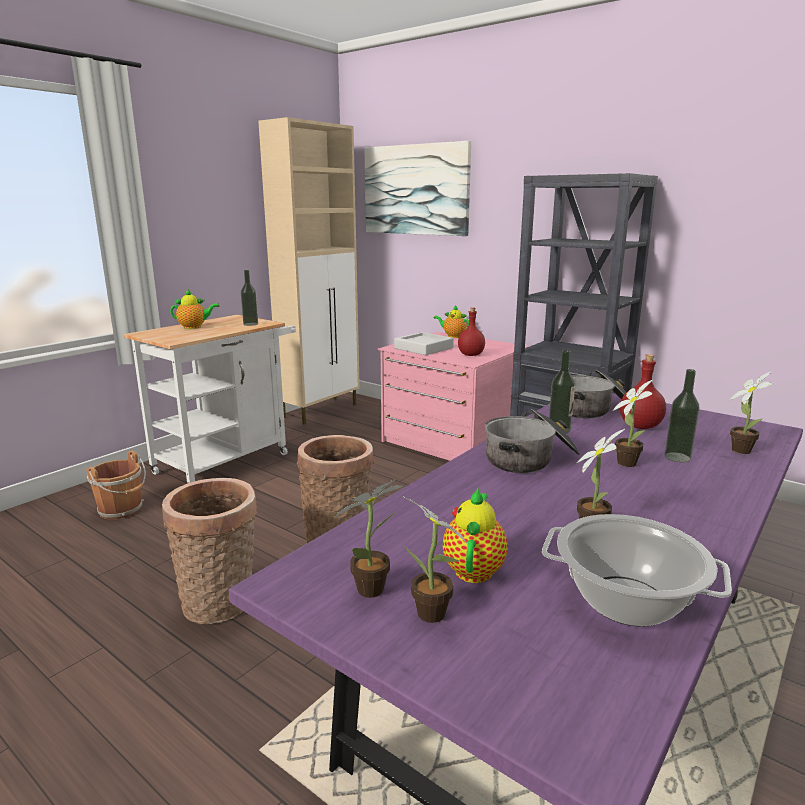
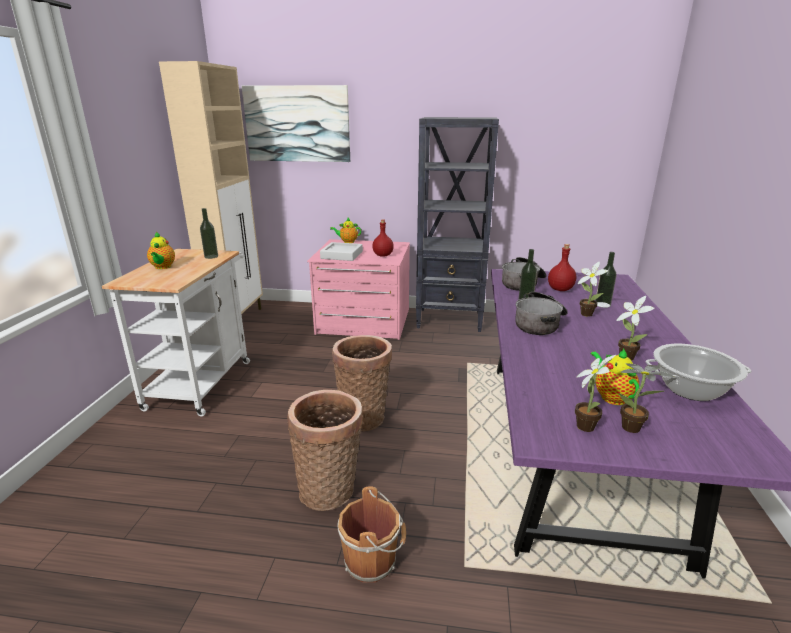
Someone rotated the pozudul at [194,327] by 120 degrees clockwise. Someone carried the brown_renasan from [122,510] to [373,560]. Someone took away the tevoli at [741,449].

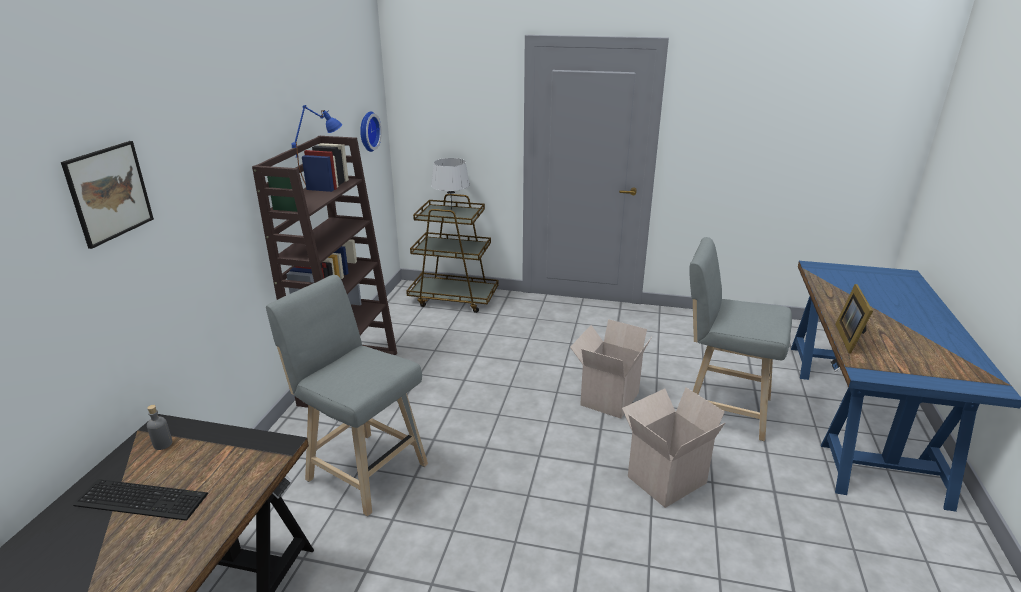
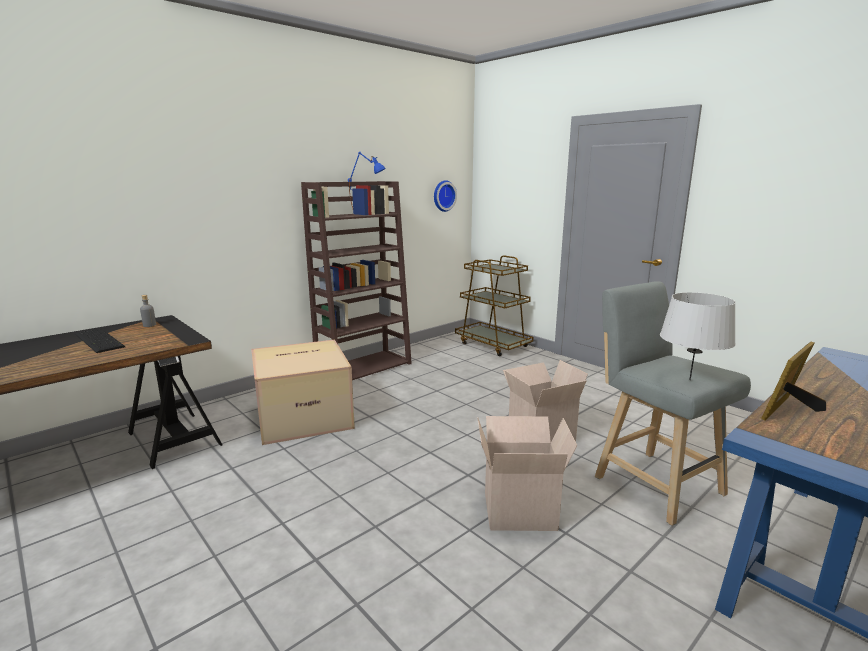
Someone swapped the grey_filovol at [362,469] for the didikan at [305,416]. Someone carried the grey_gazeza from [451,209] to [690,380]. Someone took away the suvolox at [109,193].

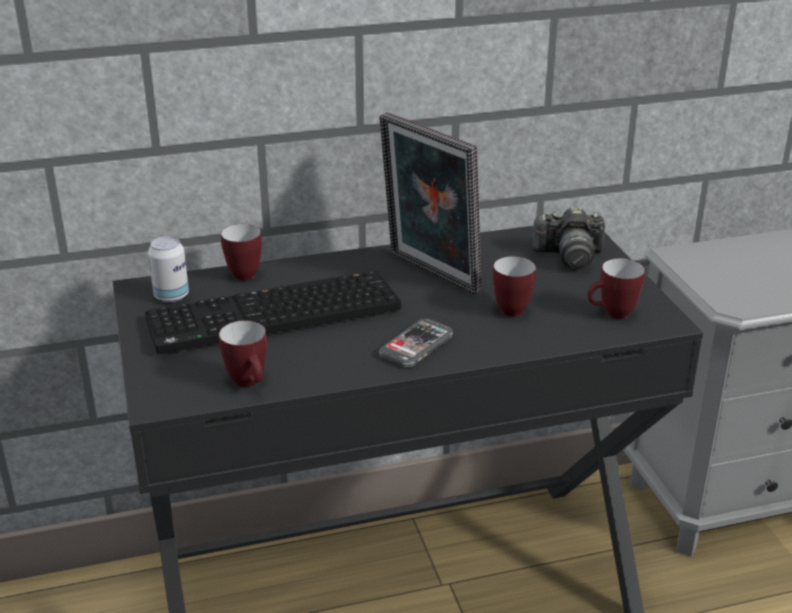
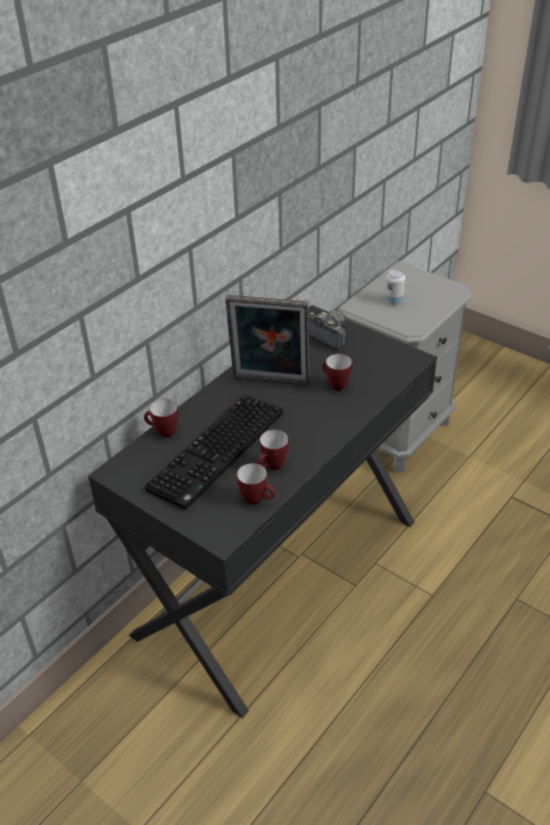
Someone carried the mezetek from [612,314] to [272,467]. Someone rotated the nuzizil at [569,256] by 105 degrees counterclockwise. Someone carried the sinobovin from [171,296] to [394,300]. Someone took away the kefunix at [416,345].

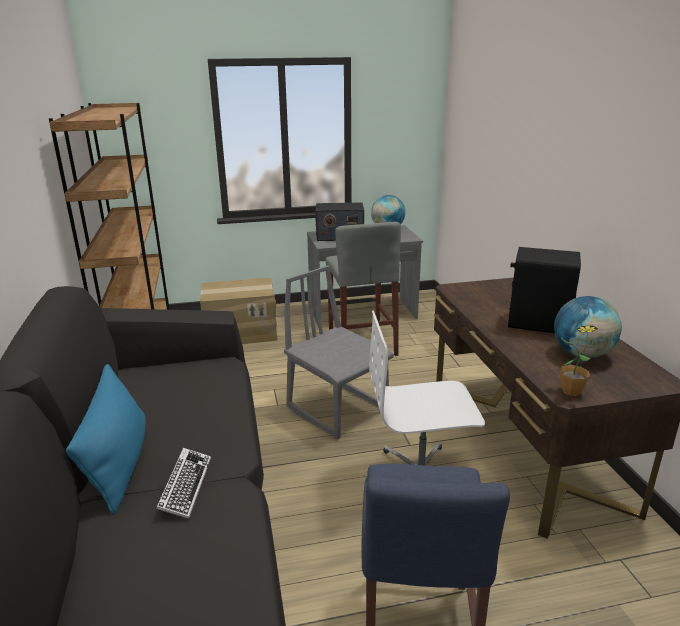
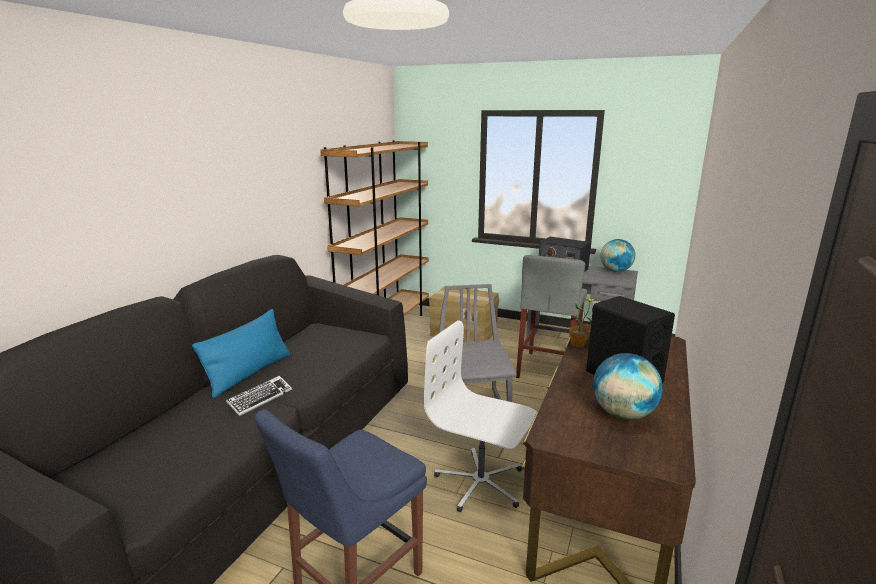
Someone carried the tevoli from [571,391] to [578,345].

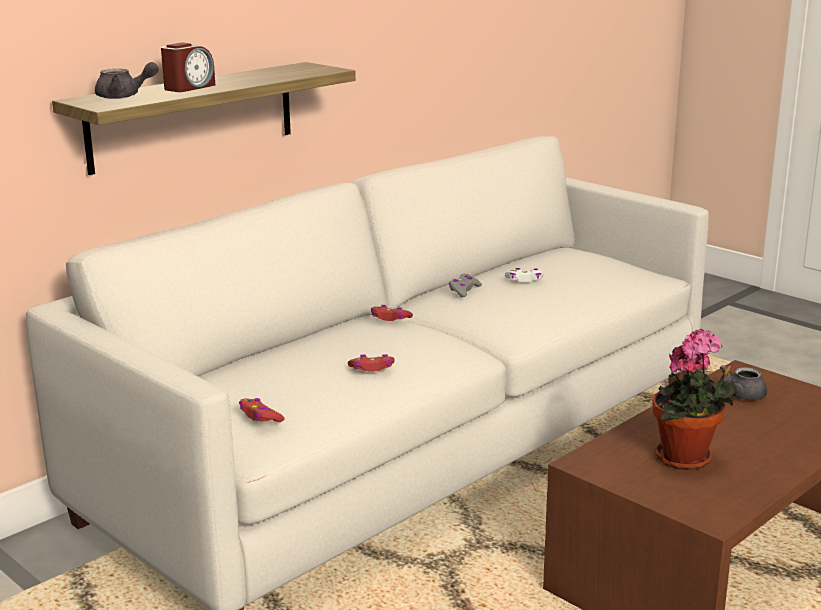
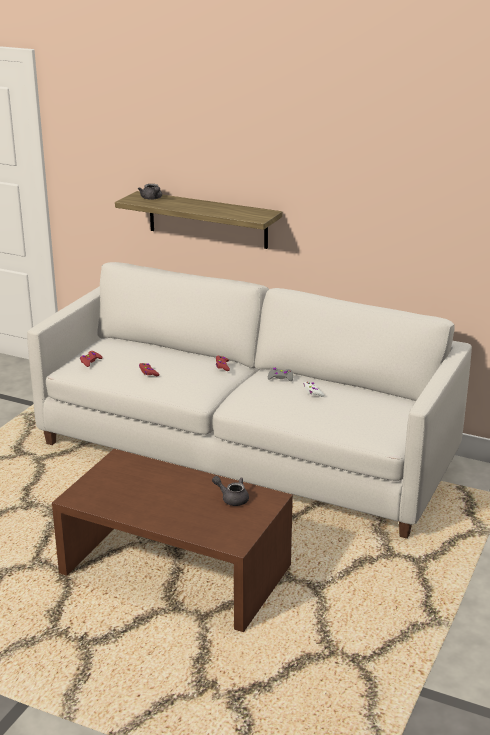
Someone took away the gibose at [189,87]. Someone took away the tevoli at [687,460].

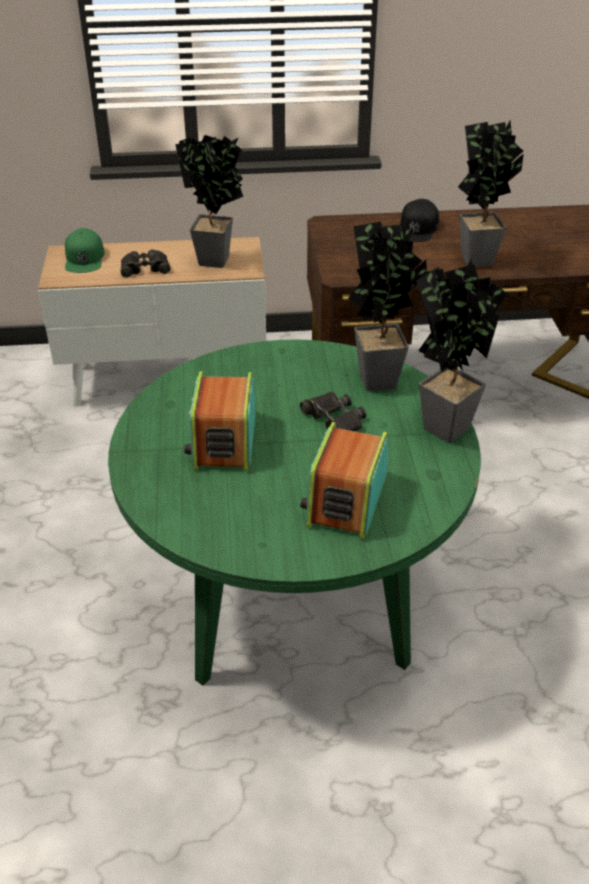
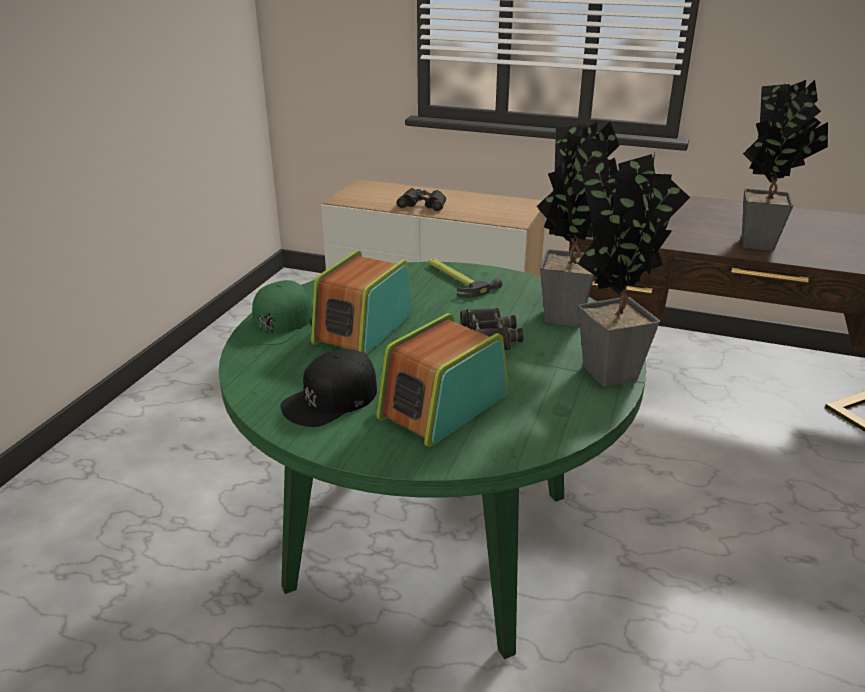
Someone carried the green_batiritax from [84,258] to [278,324]. Someone carried the black_batiritax from [417,228] to [331,399]. Someone put down the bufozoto at [456,279]. Someone took away the tevoli at [218,263].

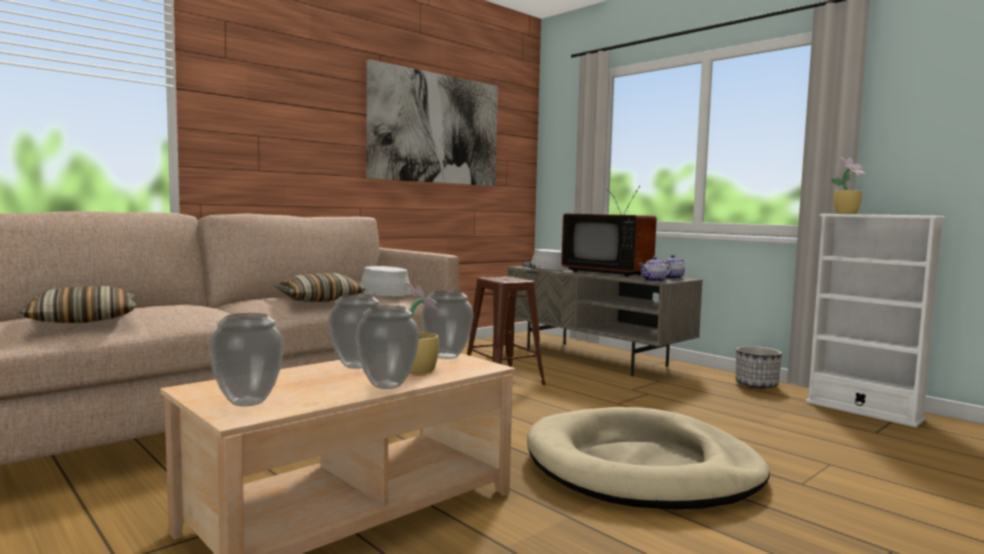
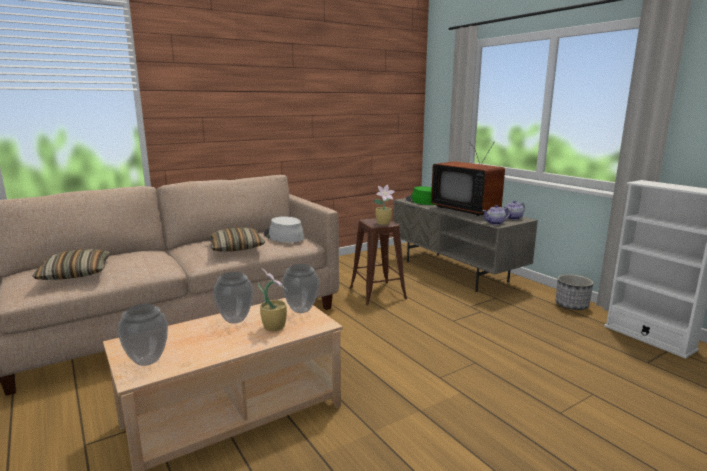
Someone carried the tevoli from [847,213] to [384,223]. Someone repainted the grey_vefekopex at [546,267], which became the green_vefekopex at [422,201]. Someone took away the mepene at [388,385]. Someone took away the suvolox at [435,129]. Someone took away the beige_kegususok at [642,467].

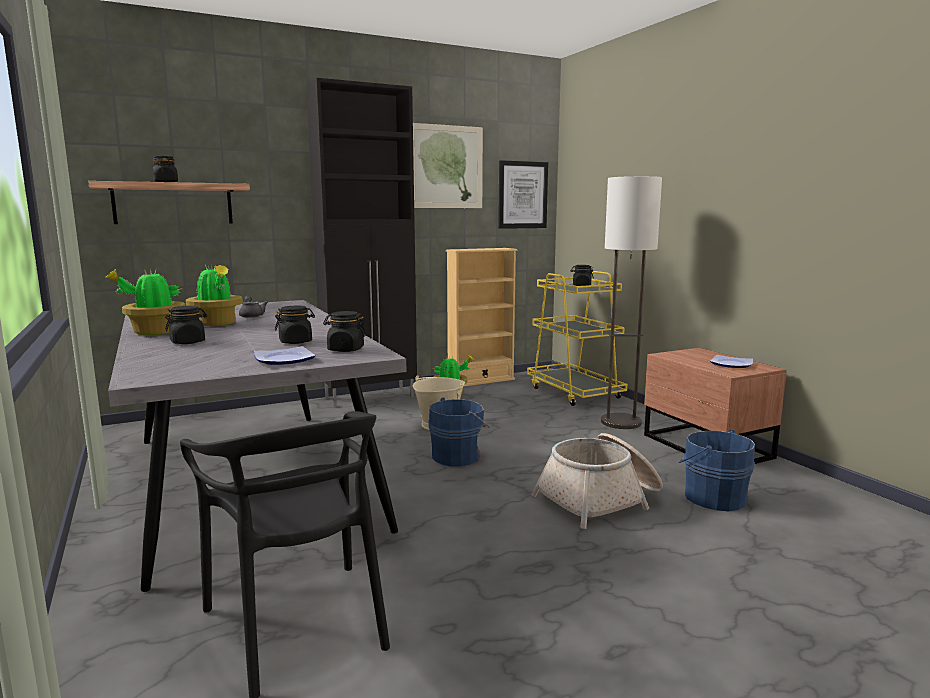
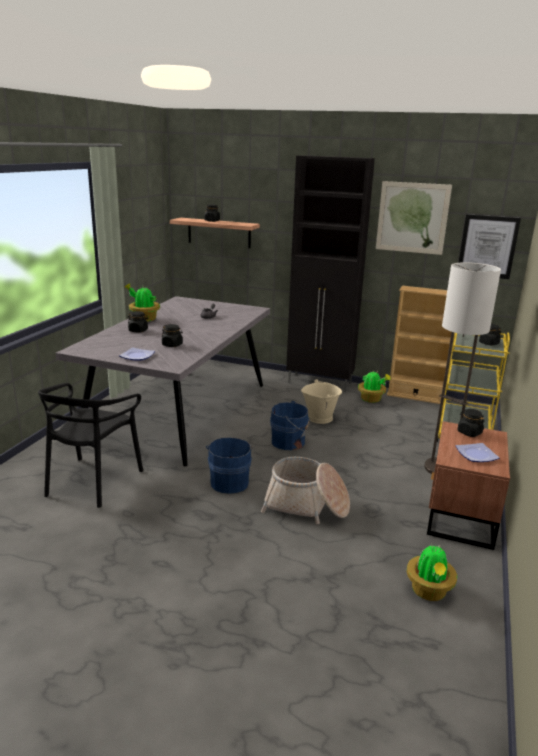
Someone carried the blue_renasan from [712,497] to [229,481]. Someone carried the tevoli from [217,324] to [429,591]. Someone carried the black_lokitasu from [345,349] to [469,432].

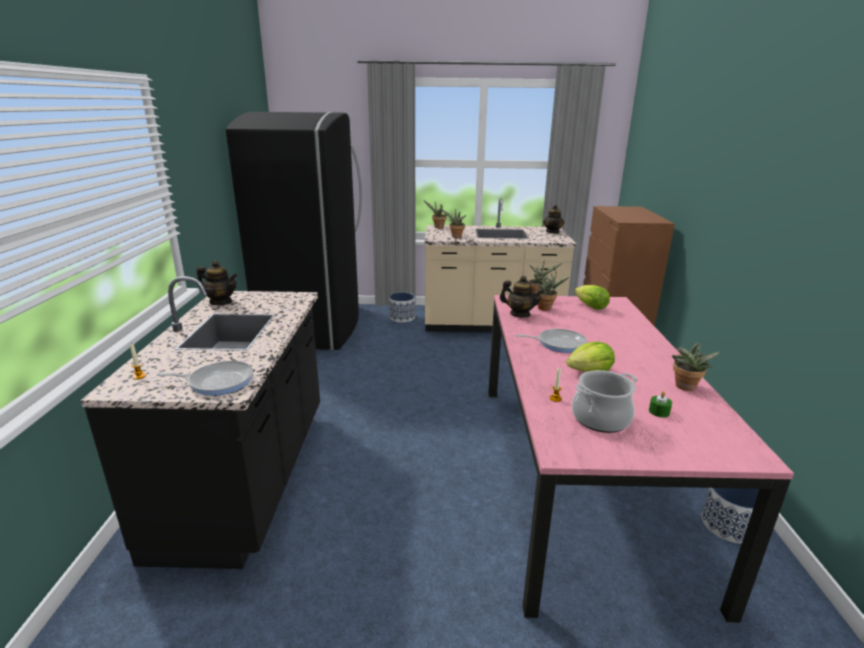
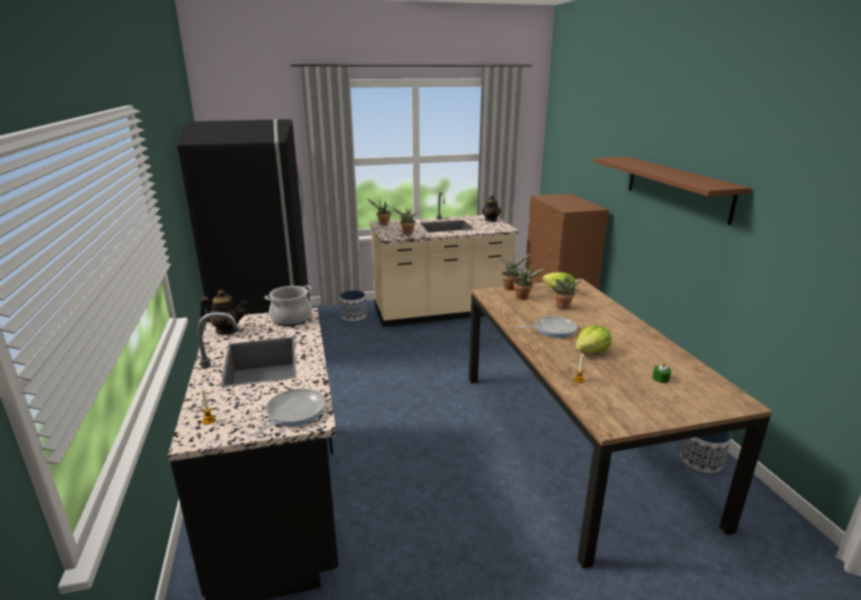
Someone rotated the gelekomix at [217,382] by 45 degrees counterclockwise. Someone carried the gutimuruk from [600,418] to [291,318]. Someone repainted the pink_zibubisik at [577,474], which became the brown_zibubisik at [574,440]. Someone carried the tevoli from [685,388] to [563,307]. Someone put up the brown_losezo at [677,187]. Someone took away the pozudul at [520,314].

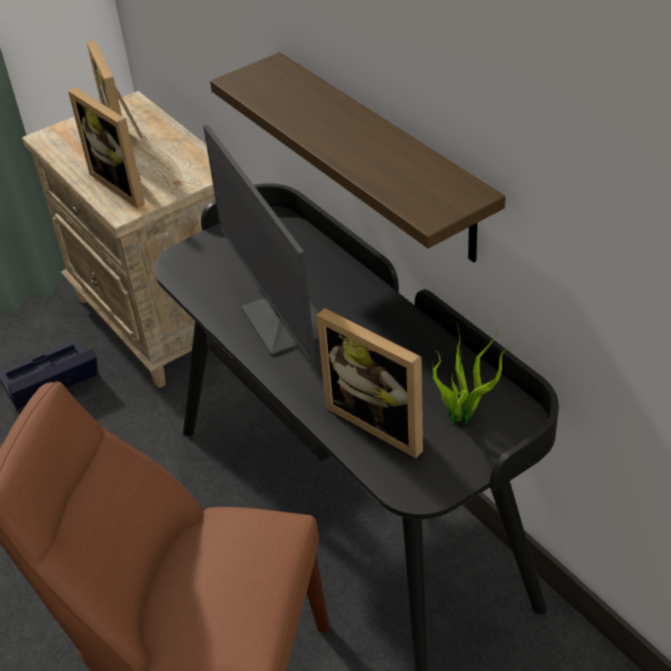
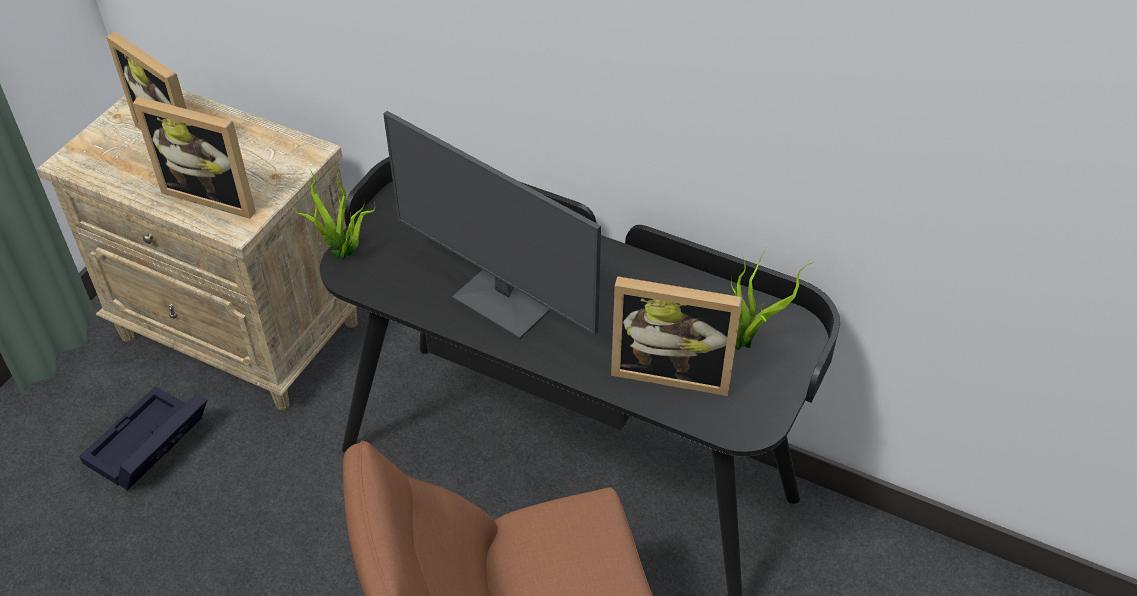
Someone put down the tevoli at [343,254]. Someone took away the losezo at [383,157].

